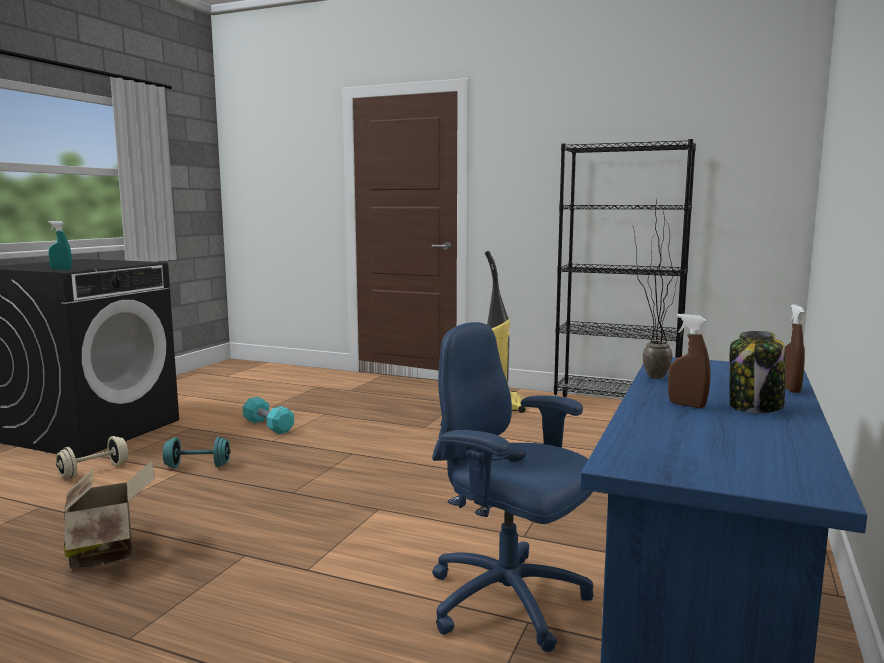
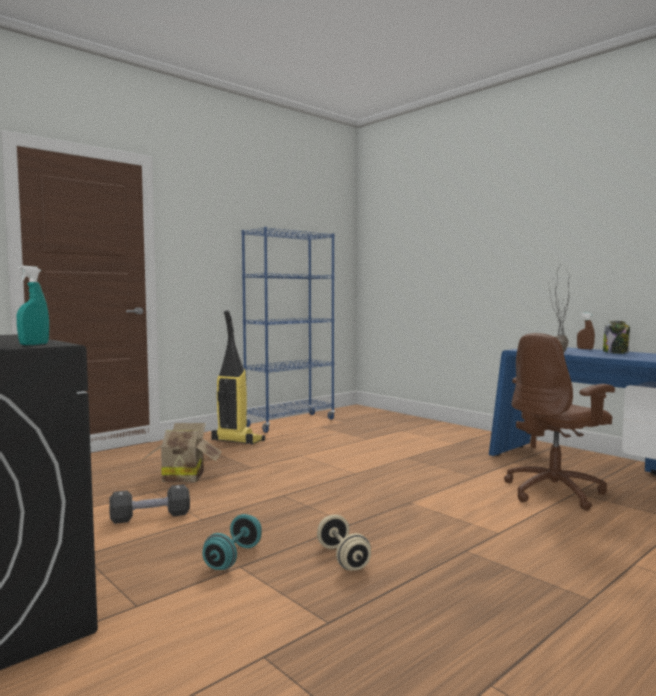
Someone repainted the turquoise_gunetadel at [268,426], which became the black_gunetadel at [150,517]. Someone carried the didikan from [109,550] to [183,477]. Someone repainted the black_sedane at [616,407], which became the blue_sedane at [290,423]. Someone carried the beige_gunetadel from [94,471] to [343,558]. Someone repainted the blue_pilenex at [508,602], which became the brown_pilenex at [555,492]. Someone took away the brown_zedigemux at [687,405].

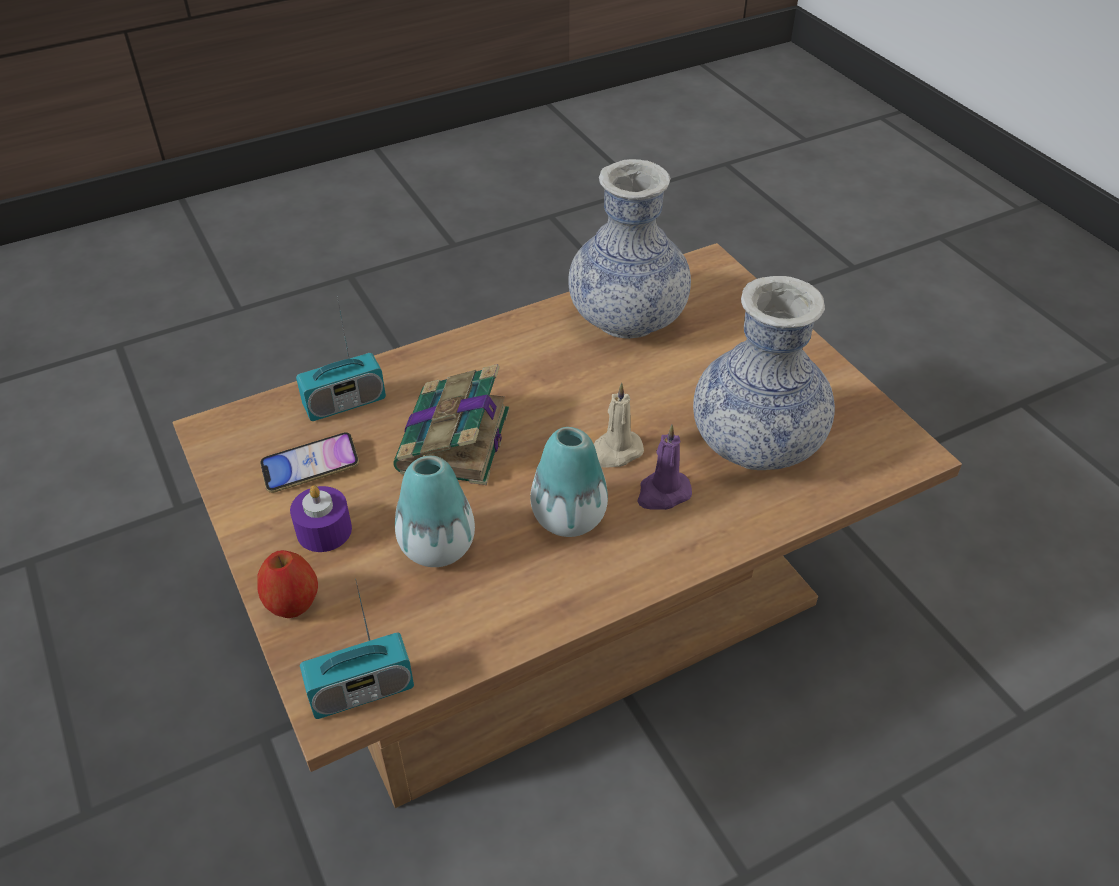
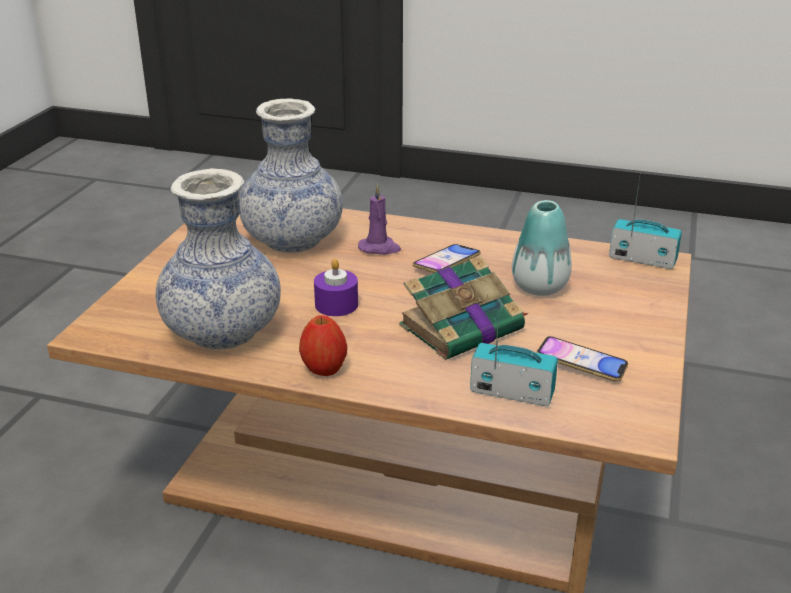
Someone carried the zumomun from [293,604] to [324,369]. Someone carried the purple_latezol from [324,530] to [336,305]. Someone swapped the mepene at [568,518] for the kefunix at [447,263]. Someone took away the beige_latezol at [615,452].

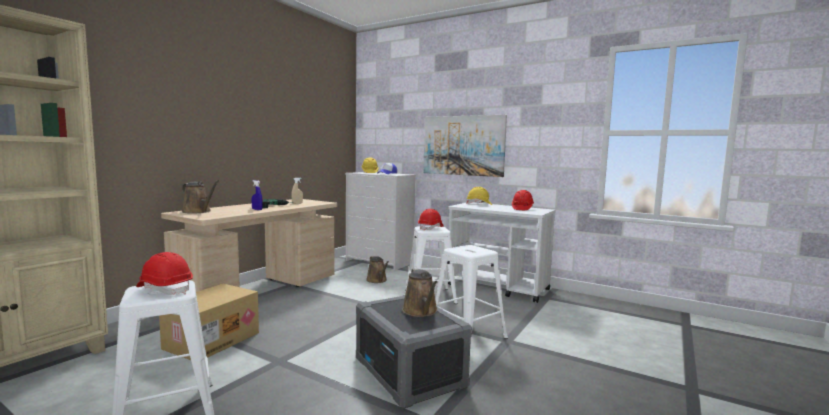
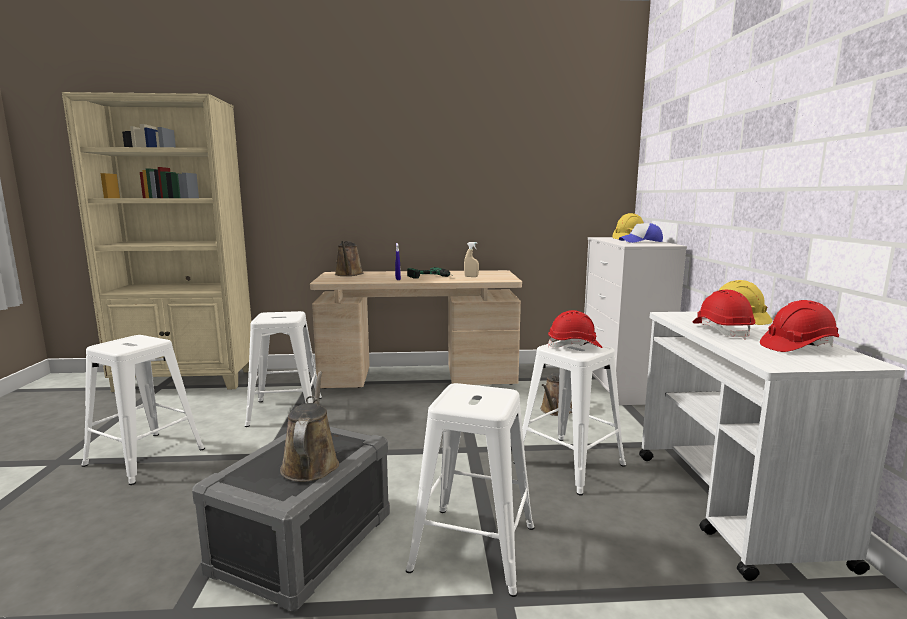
Someone swapped the didikan at [212,340] for the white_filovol at [286,410]. Someone rotated the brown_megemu at [421,311] by 135 degrees clockwise. Someone carried the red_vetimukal from [165,289] to [722,331]. Someone took away the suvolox at [463,145].

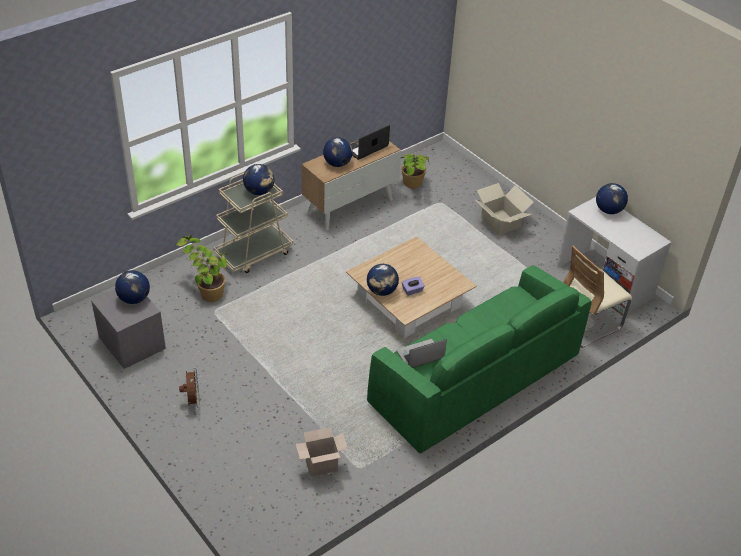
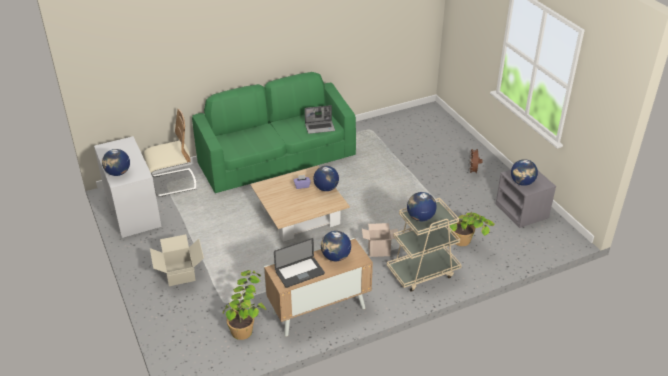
Someone carried the didikan from [321,467] to [379,251].

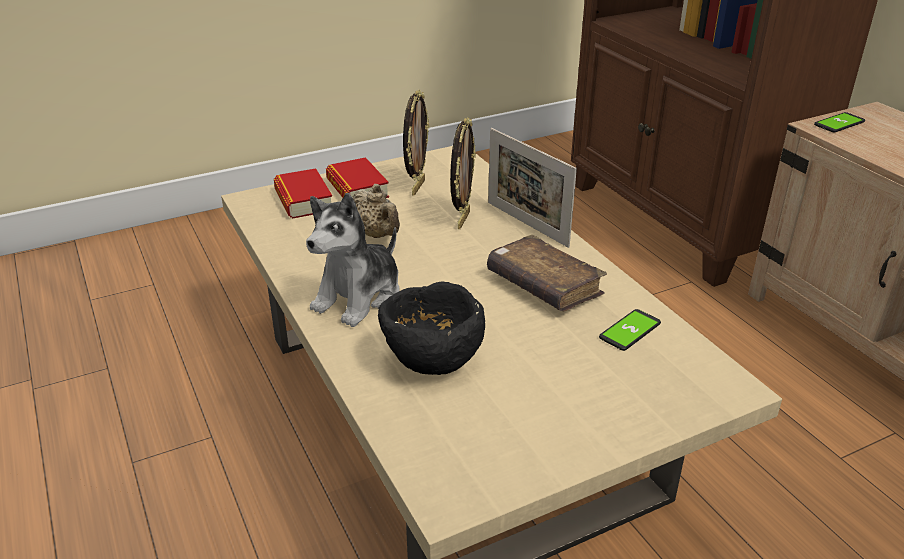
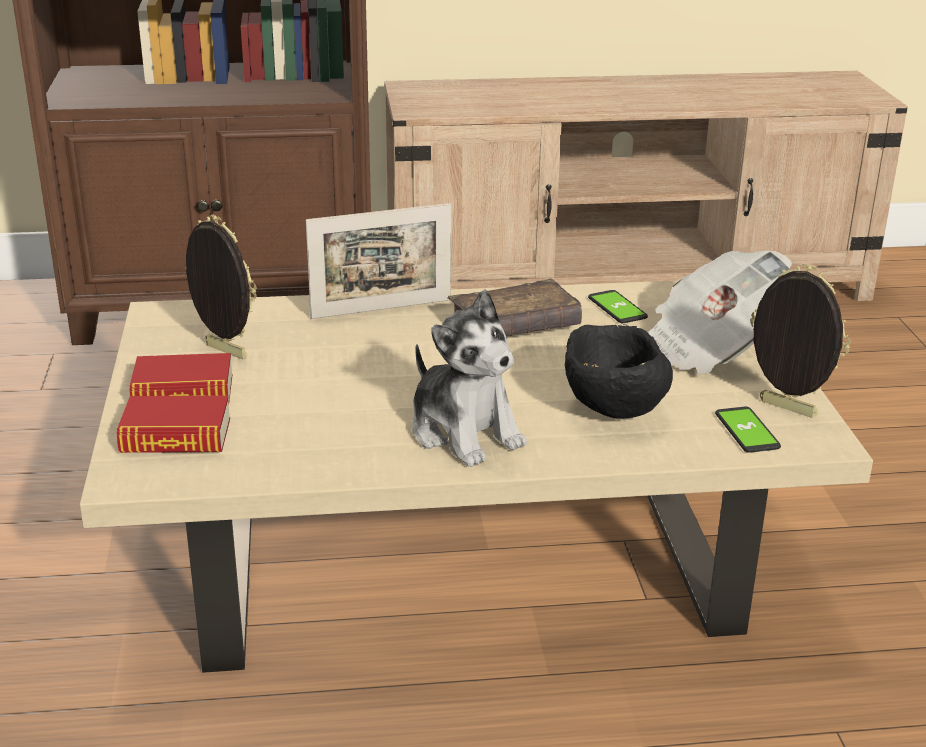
Someone put down the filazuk at [710,348]. Someone carried the kefunix from [839,123] to [747,431]. Someone carried the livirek from [462,219] to [786,409]. Someone took away the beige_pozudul at [378,235].

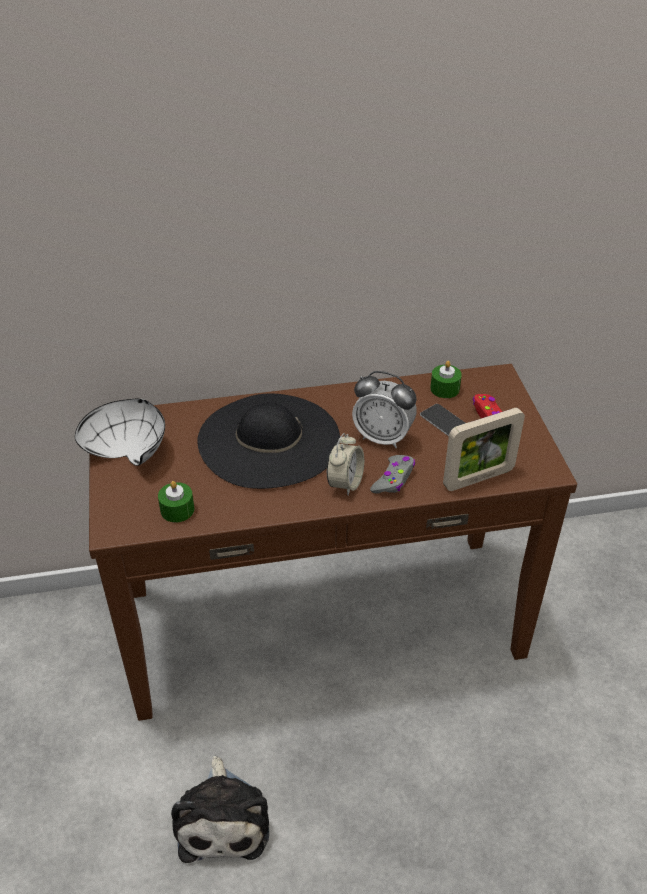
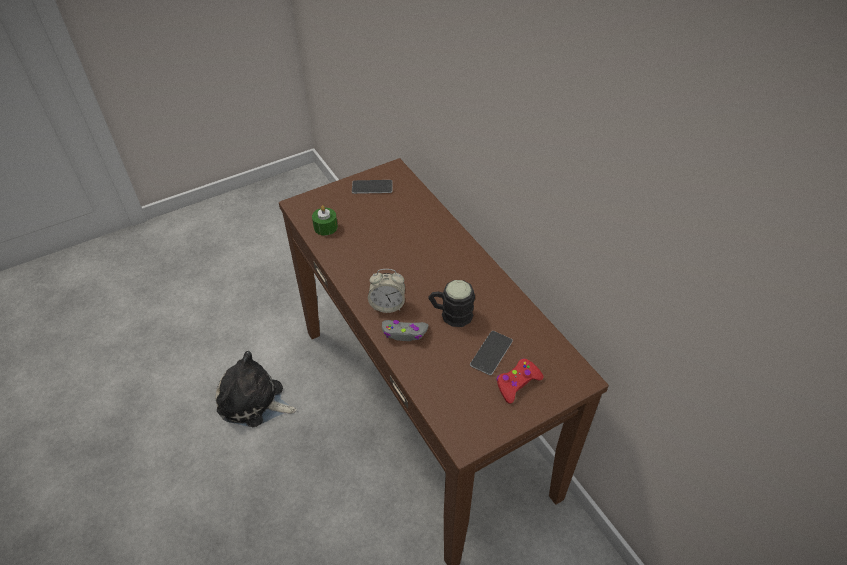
Someone rotated the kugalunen at [223,818] by 45 degrees clockwise. Someone swapped the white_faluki at [129,449] for the kefunix at [372,187]. Someone swapped the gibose at [383,437] for the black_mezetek at [451,314]. Someone took away the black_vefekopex at [269,440]. Someone took away the green_latezol at [445,388]. Someone took away the livirek at [478,478].

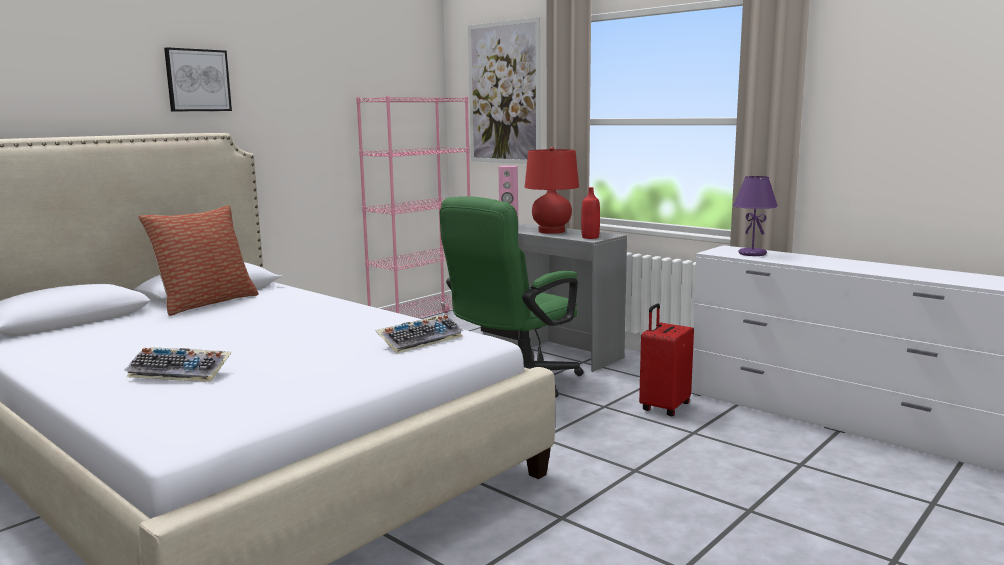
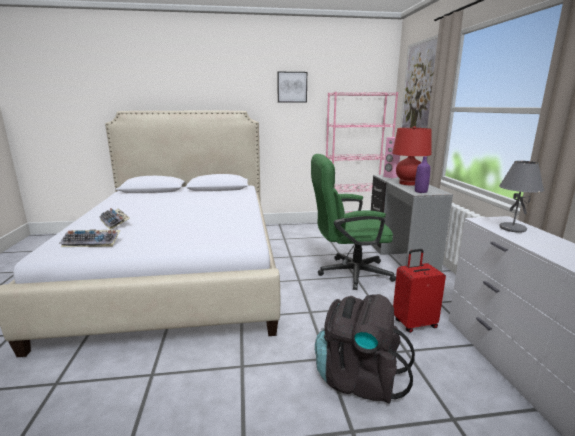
Someone carried the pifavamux from [420,340] to [93,242]. Someone carried the suvolox from [197,80] to [292,87]. Someone put down the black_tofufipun at [358,379]. Someone repainted the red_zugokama at [590,237], which became the purple_zugokama at [420,191]. Someone repainted the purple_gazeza at [751,254], which became the grey_gazeza at [512,229]. Someone took away the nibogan at [206,303].

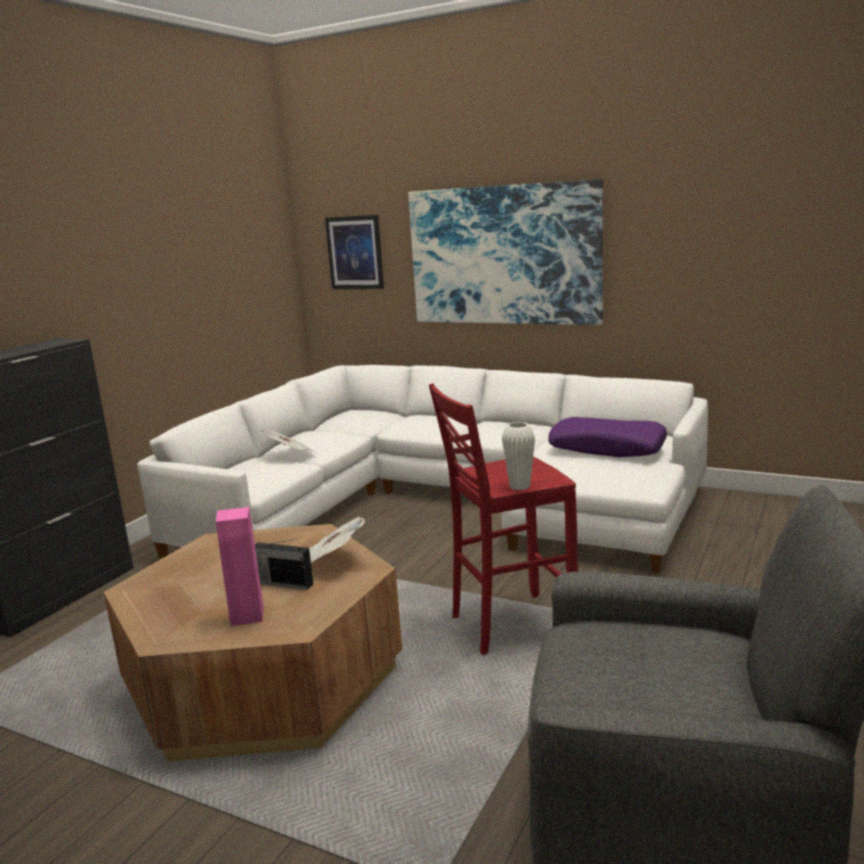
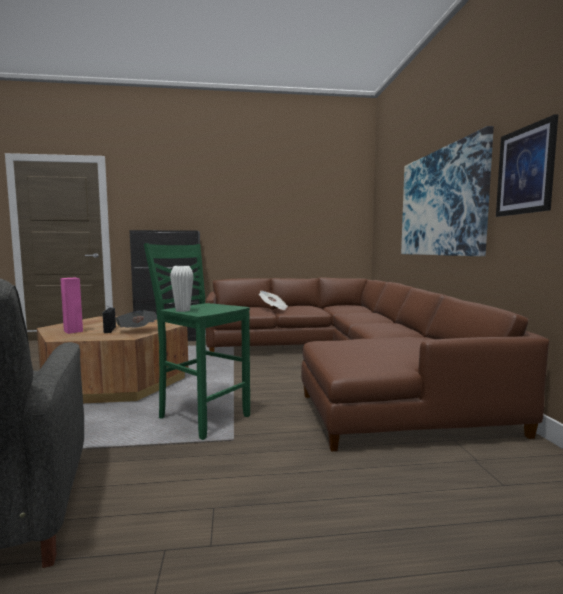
Someone repainted the red_filovol at [509,625], which became the green_filovol at [202,417]. Someone repainted the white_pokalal at [440,503], which became the brown_pokalal at [344,367]. Someone carried the suvolox from [355,252] to [525,170]. Someone took away the purple_nibogan at [607,448].

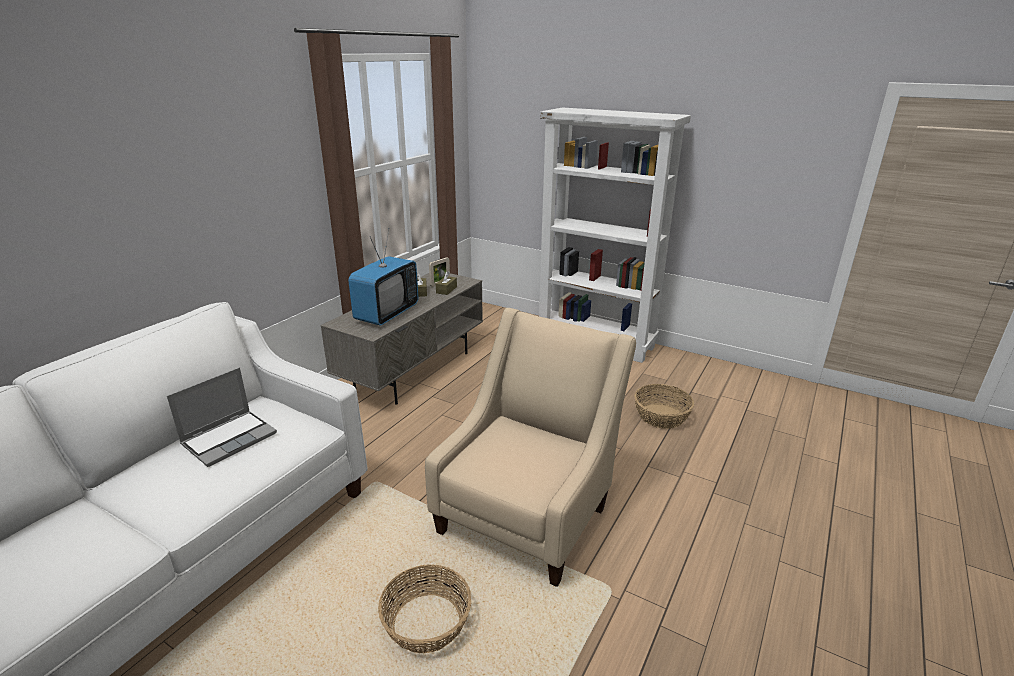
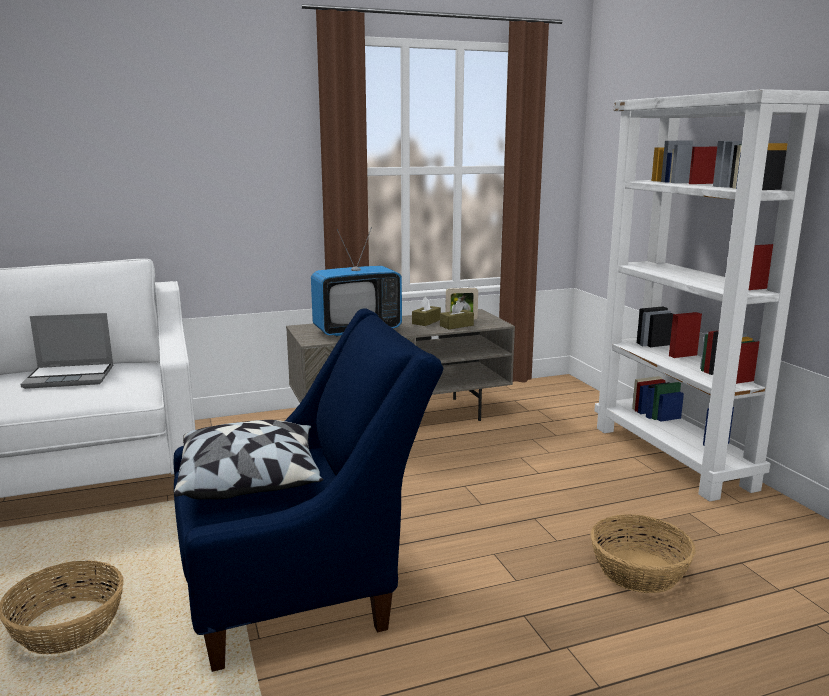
Someone repainted the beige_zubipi at [529,512], which became the blue_zubipi at [303,588]. Someone put down the nibogan at [251,480].

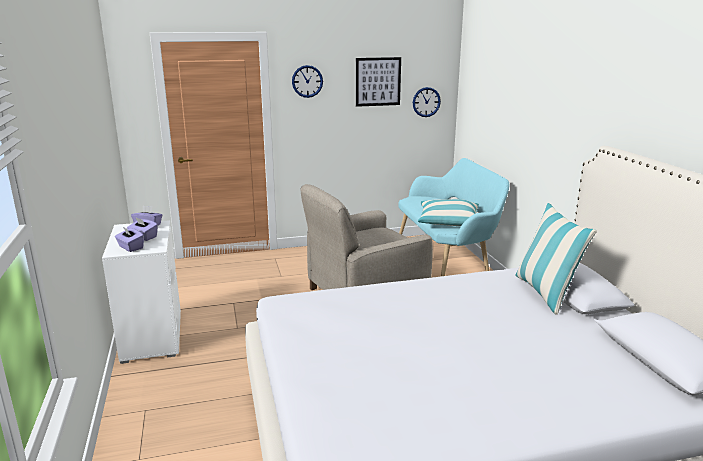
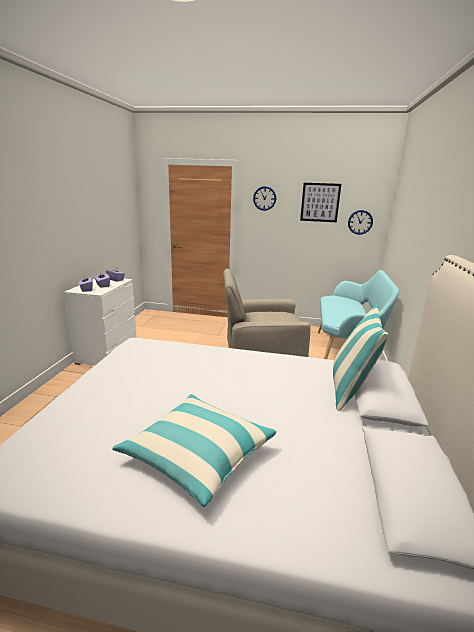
Someone carried the nibogan from [448,221] to [198,455].

